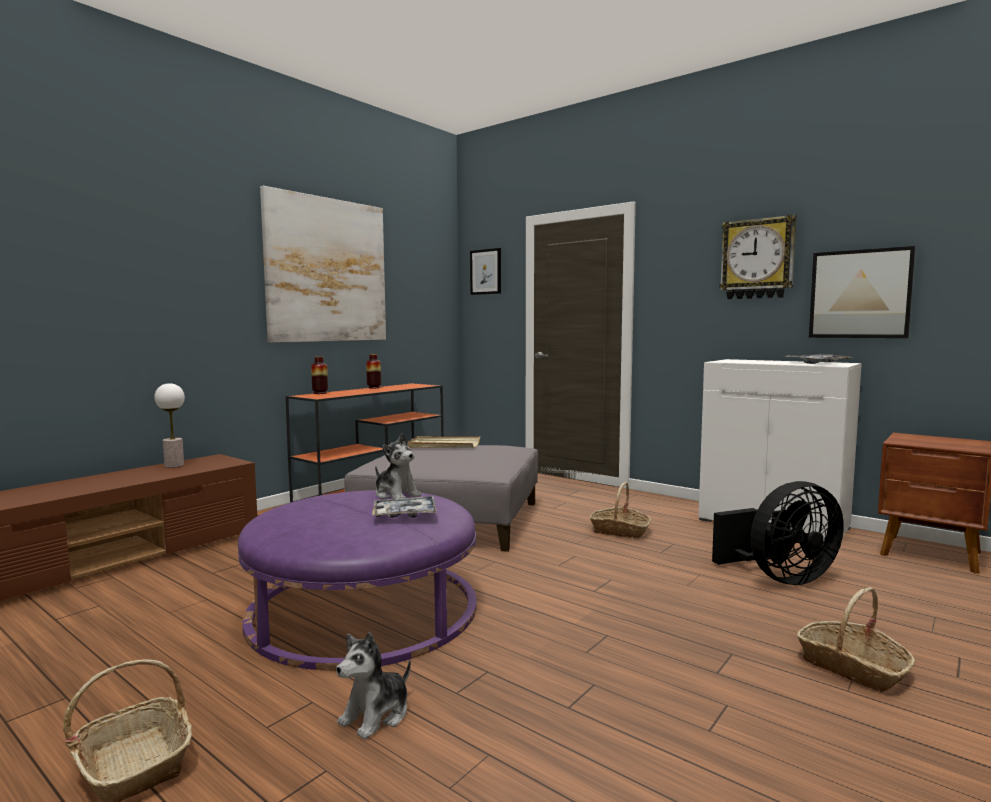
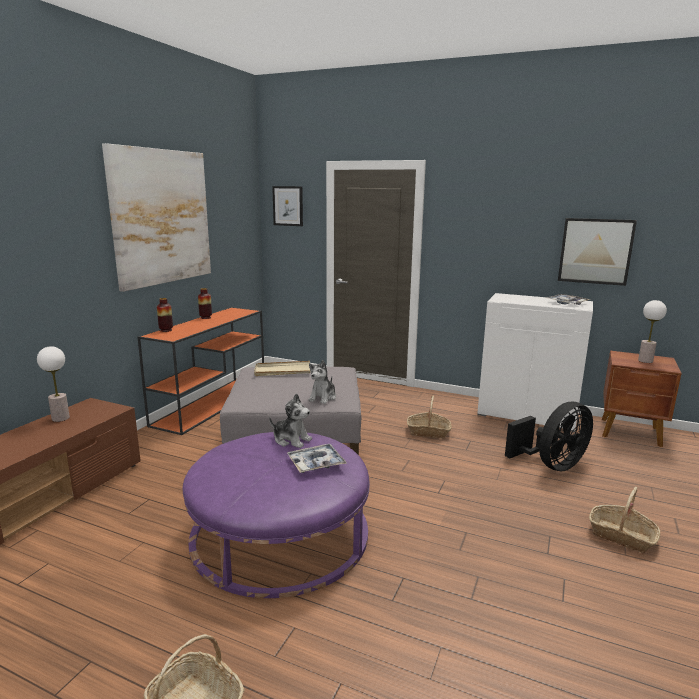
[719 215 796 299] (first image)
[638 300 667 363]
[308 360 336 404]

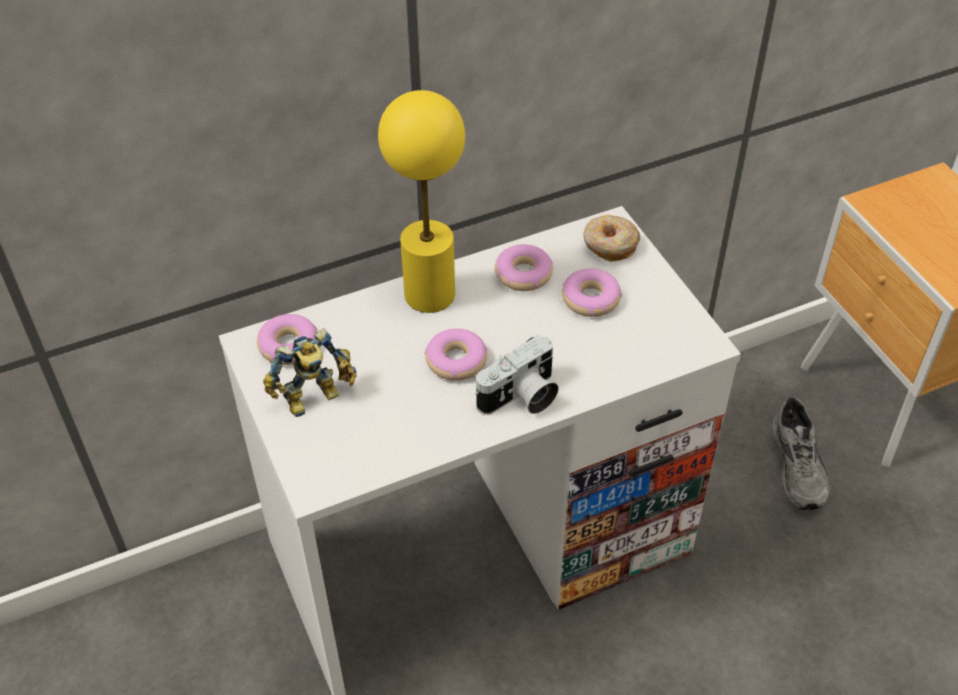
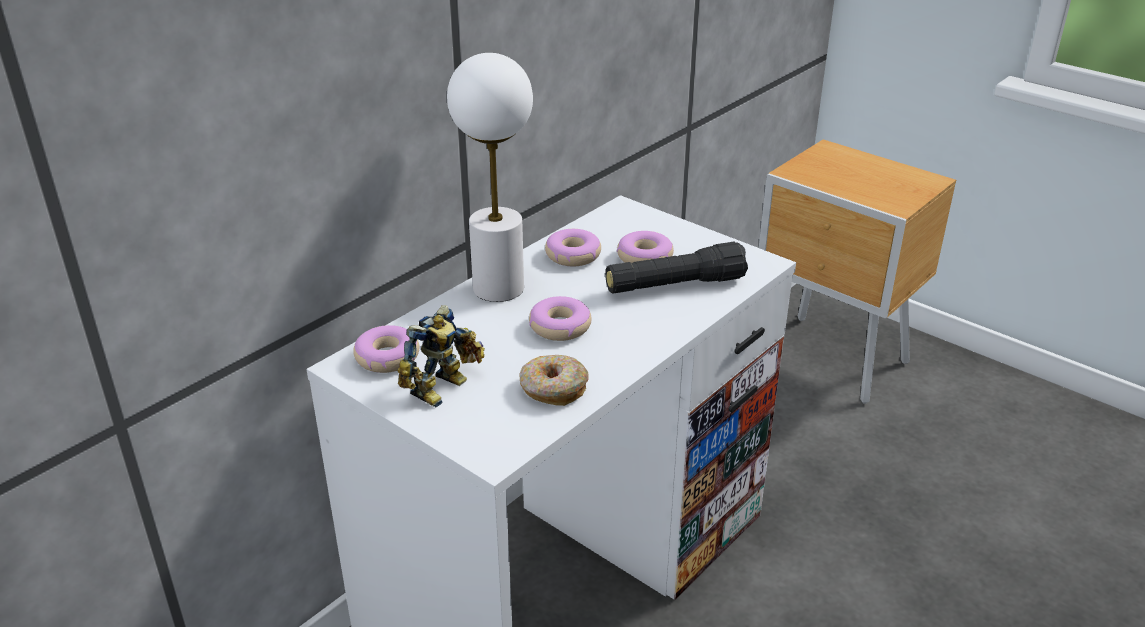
[475 335 559 415] (first image)
[771 397 830 510] (first image)
[605 242 748 294]
[520 355 588 406]
[447 53 533 302]

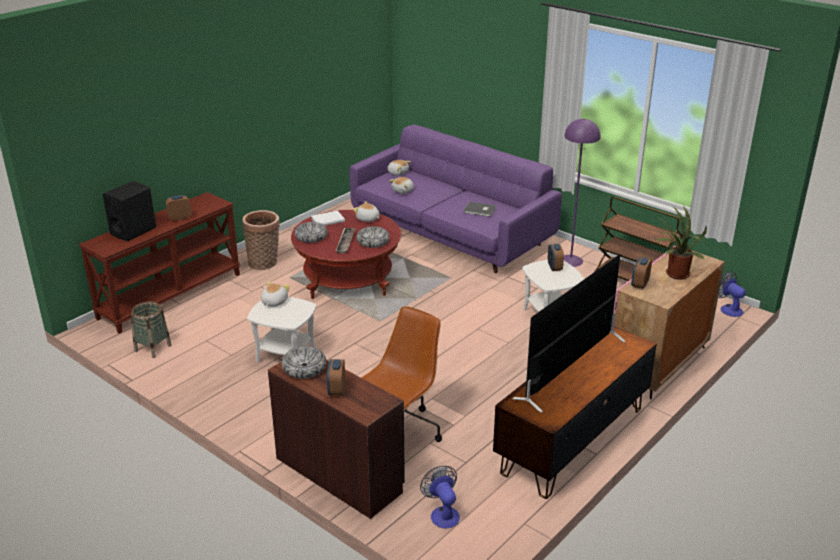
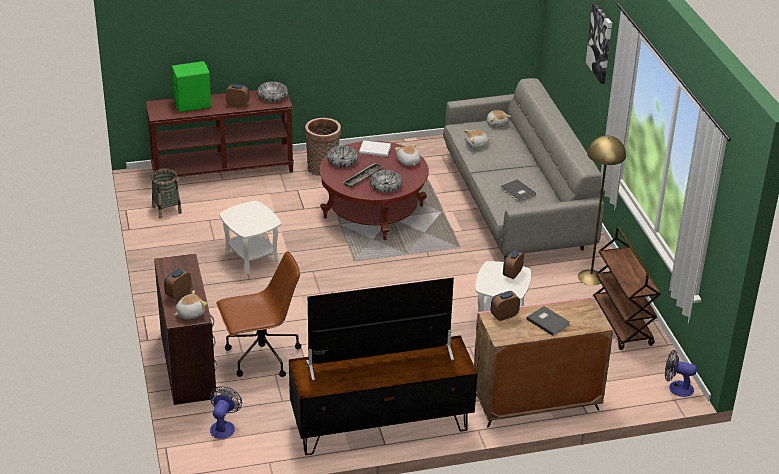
[586 3 612 84]
[174 290 207 319]
[257 82 288 102]
[526 306 570 336]
[172 61 211 112]
[443 78 604 260]
[578 135 626 286]
[665 350 697 397]

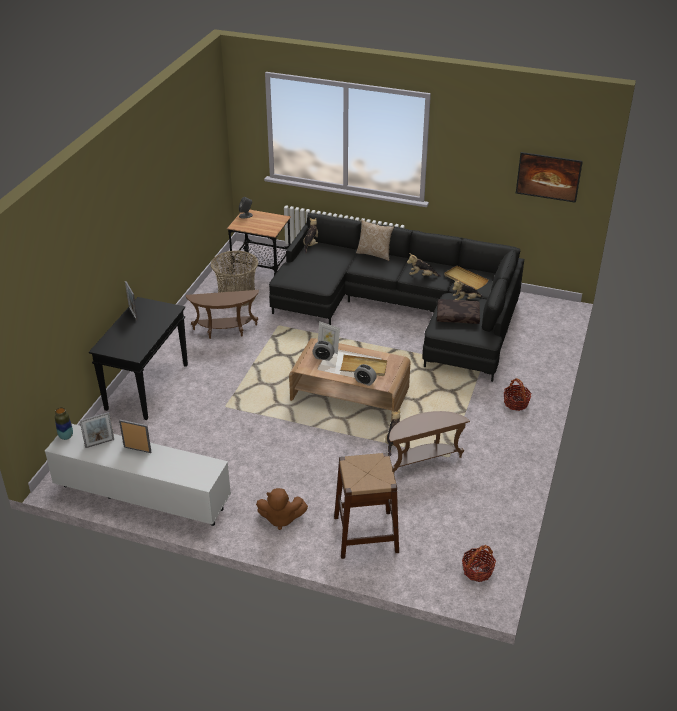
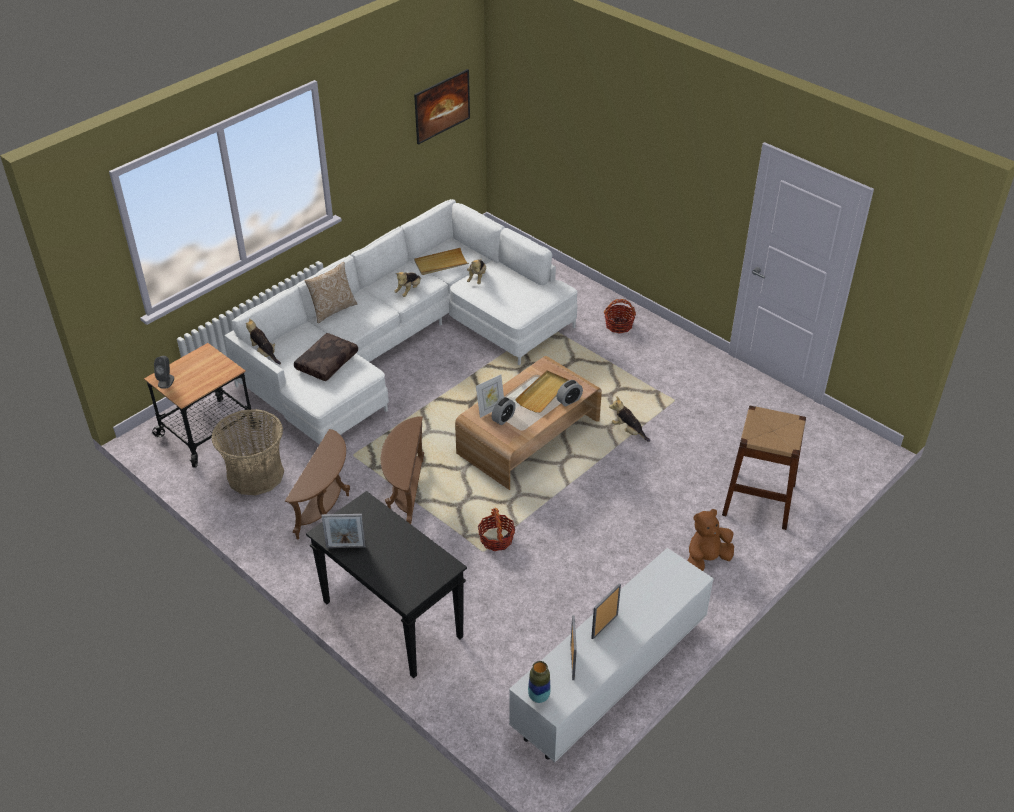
[381 416 424 524]
[294 333 358 381]
[478 508 515 551]
[224 199 578 445]
[687 509 734 571]

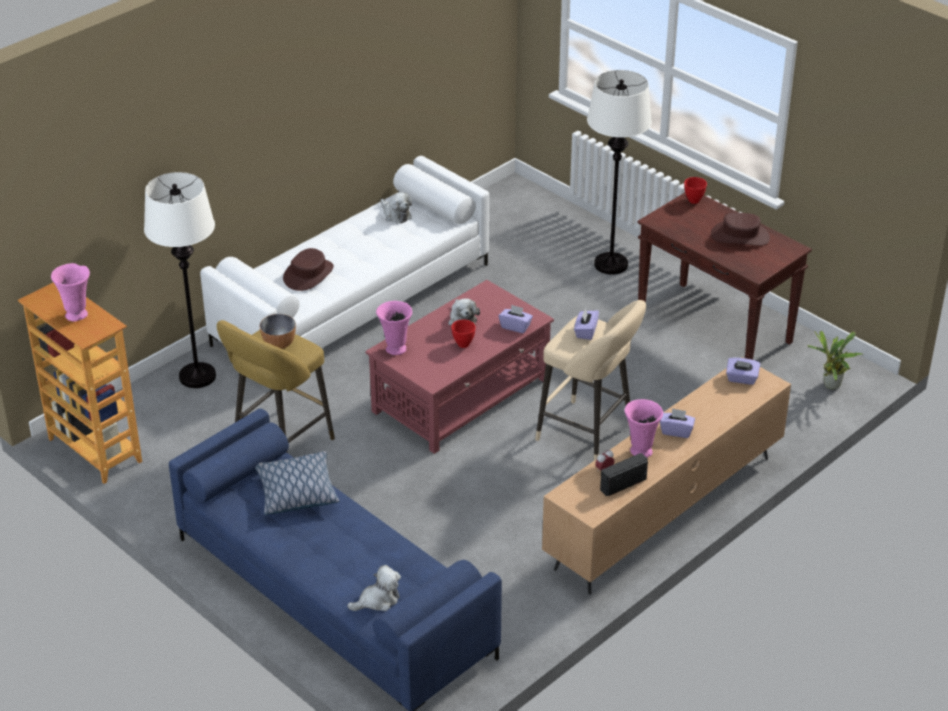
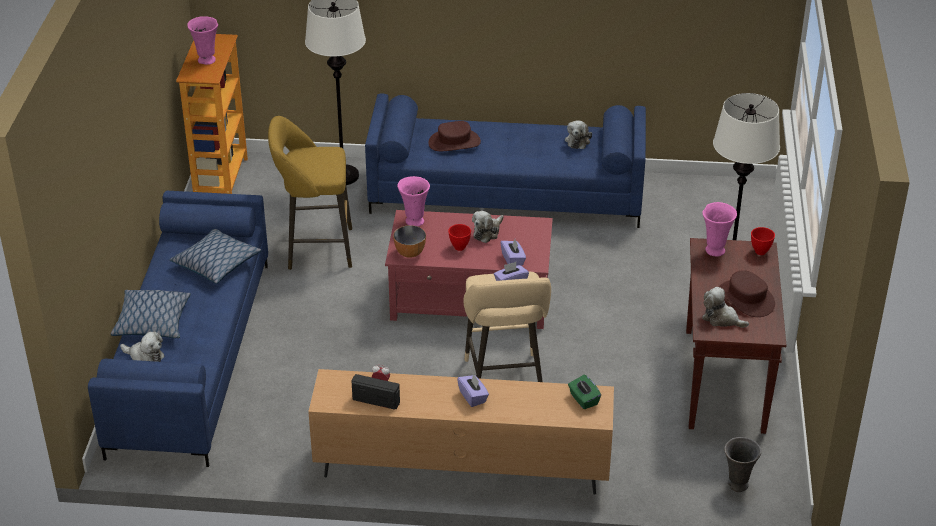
[111 290 191 338]
[702 287 749 328]
[393 225 426 258]
[702 202 737 257]
[724 437 761 492]
[365 94 646 228]
[568 375 601 409]

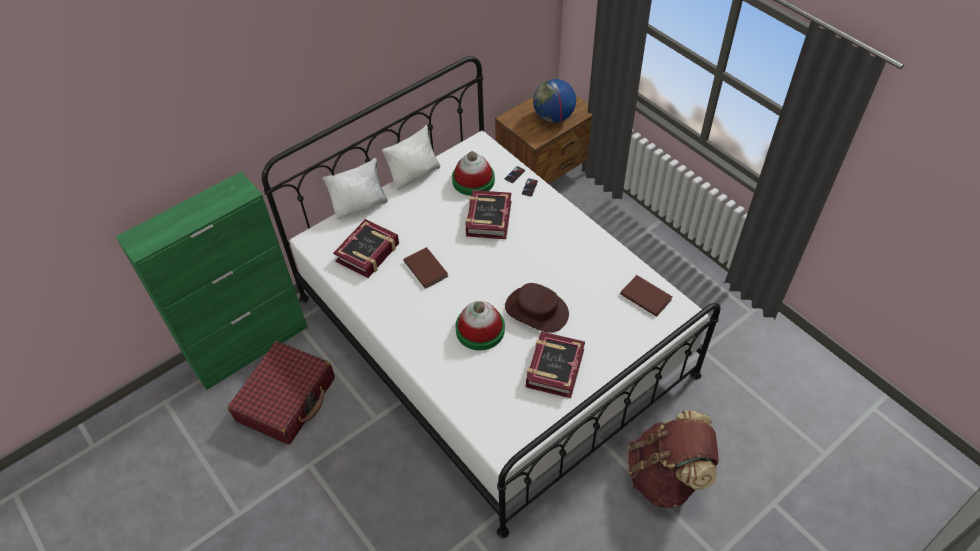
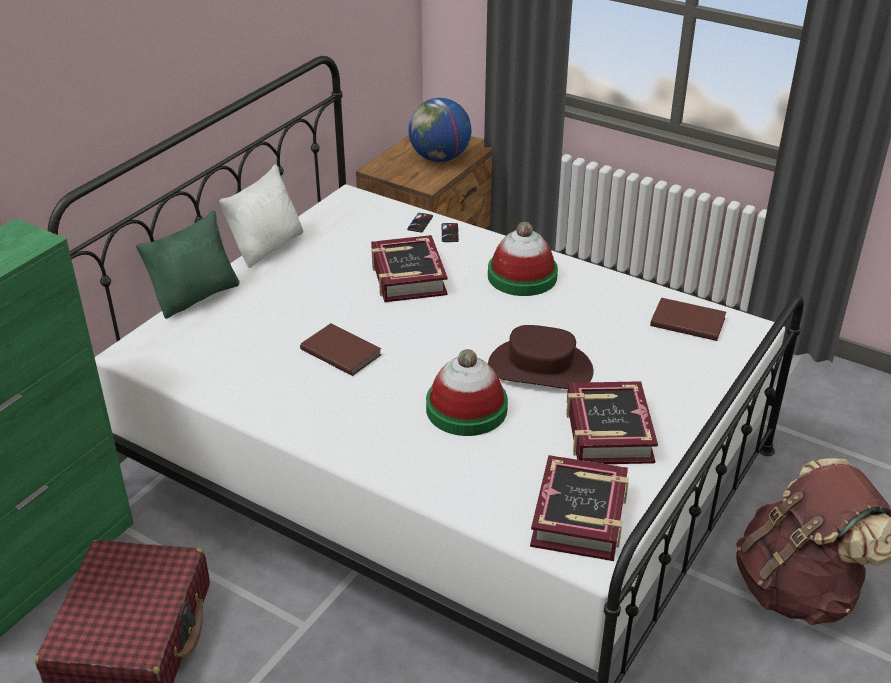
[530 455 629 561]
[488 222 558 296]
[136 211 240 319]

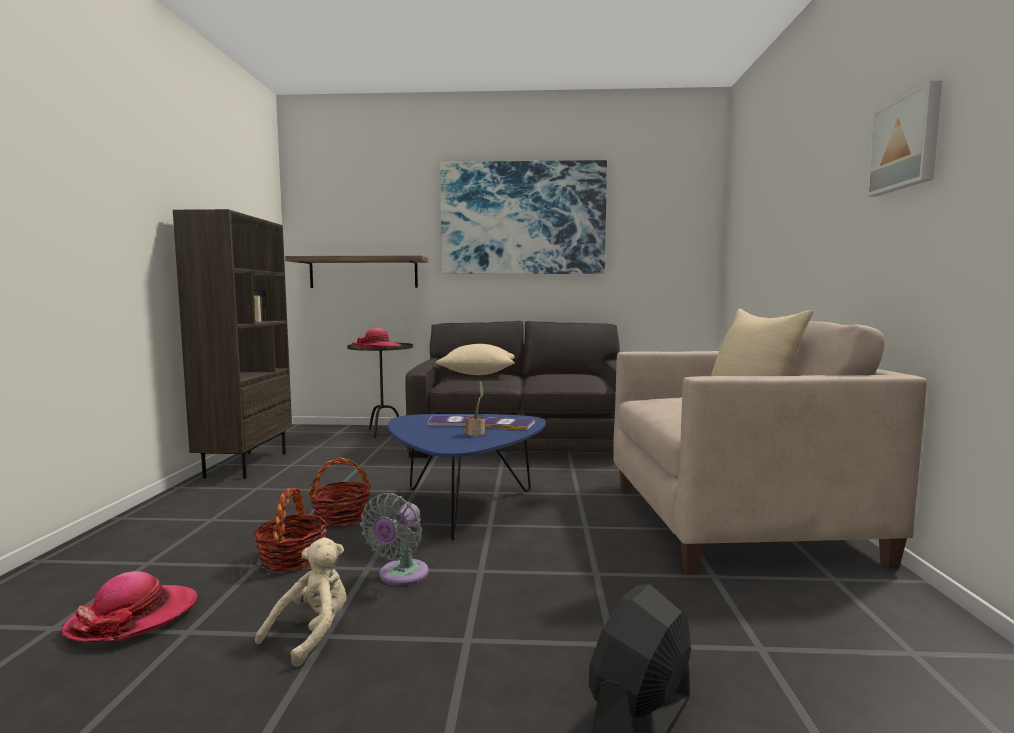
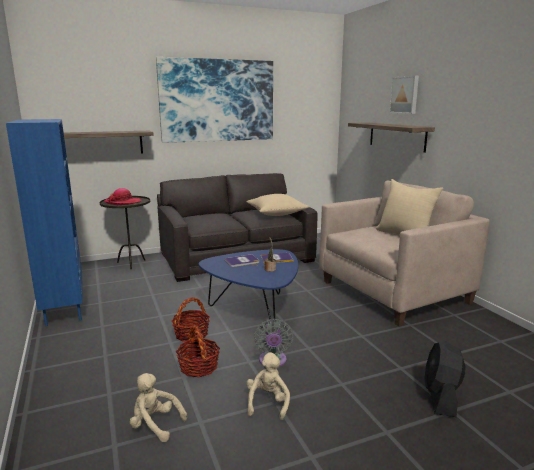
[348 122 435 153]
[246 194 310 216]
[389 76 419 114]
[130 373 187 442]
[6 119 83 326]

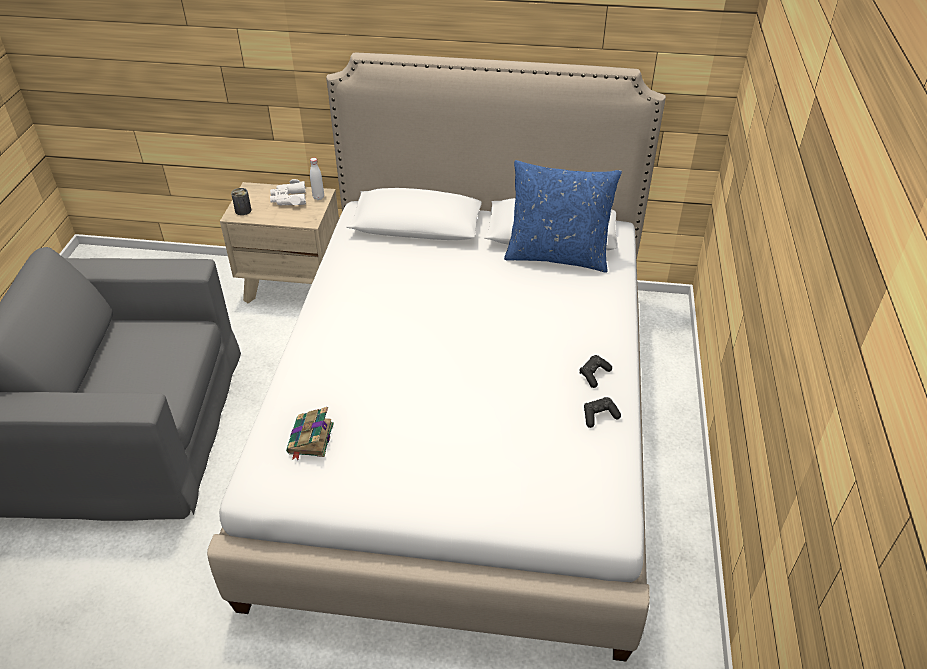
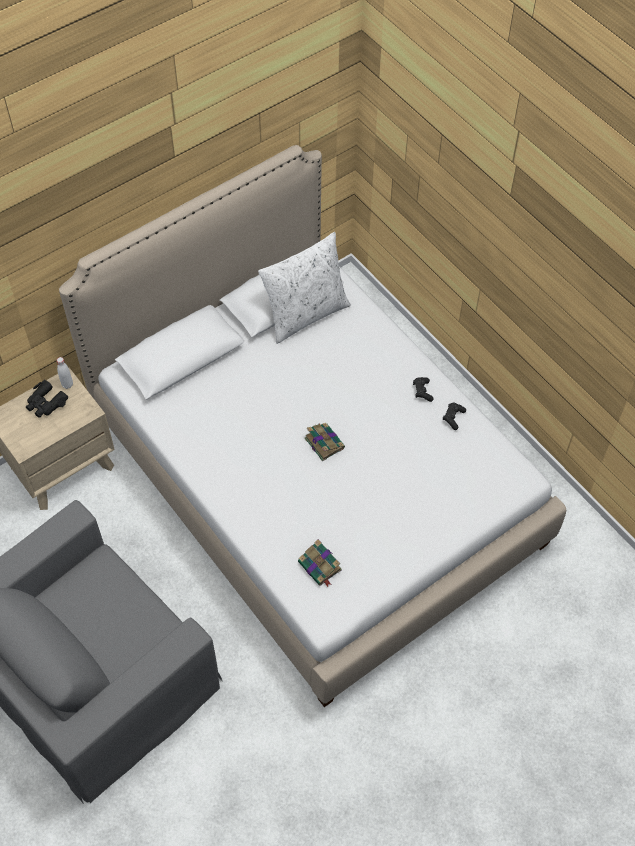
[231 188 252 215] (first image)
[304 423 345 461]
[26 380 68 417]
[258 232 351 344]

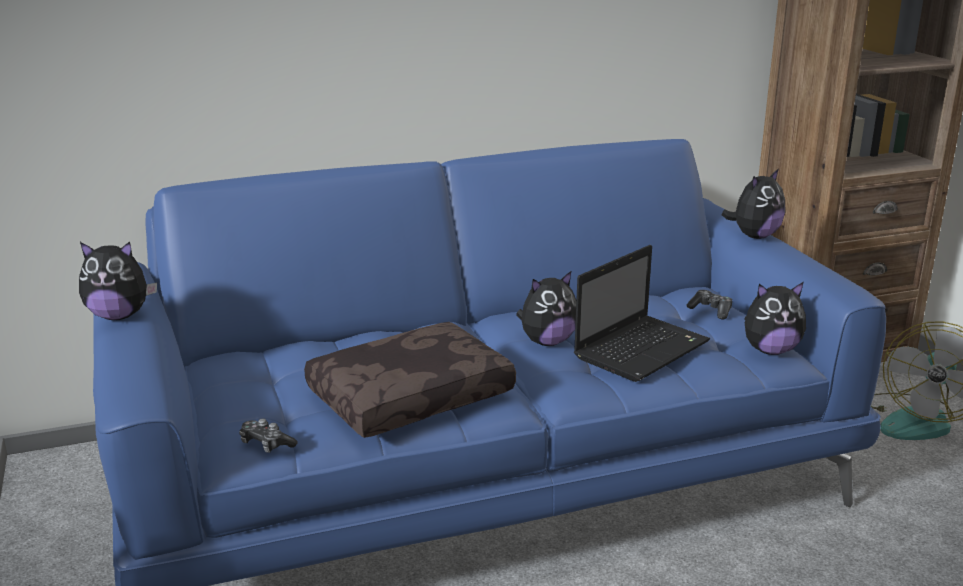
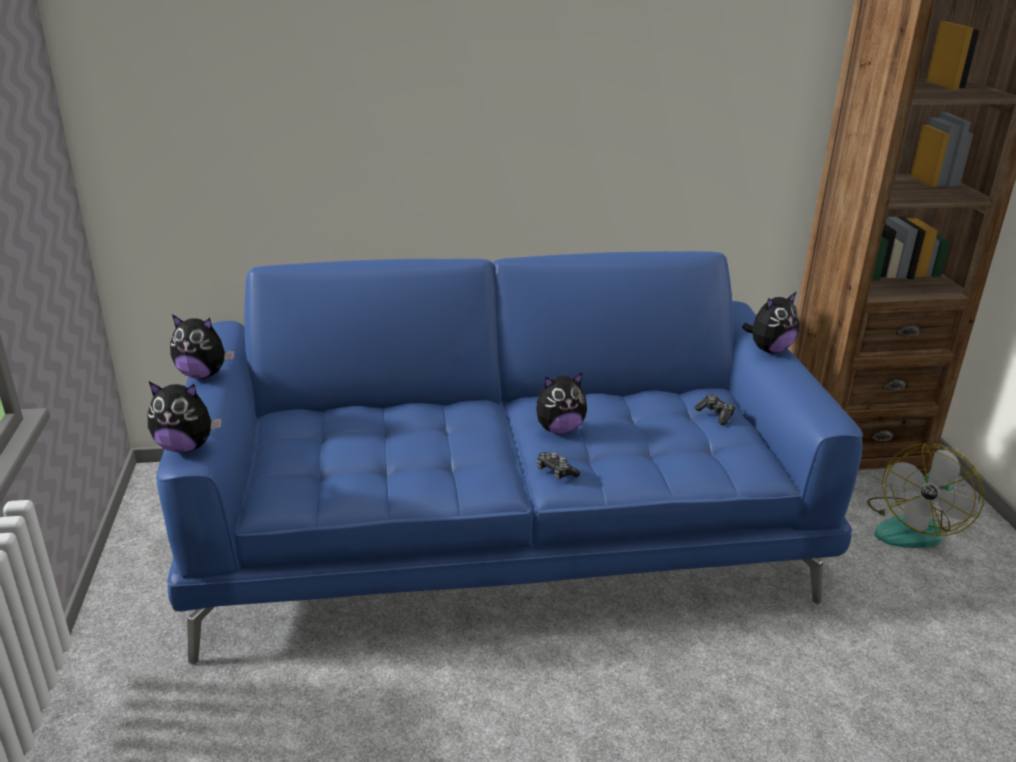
[304 322 516 438] (first image)
[574 245 710 382] (first image)
[537 452 580 480]
[148 382 222 453]

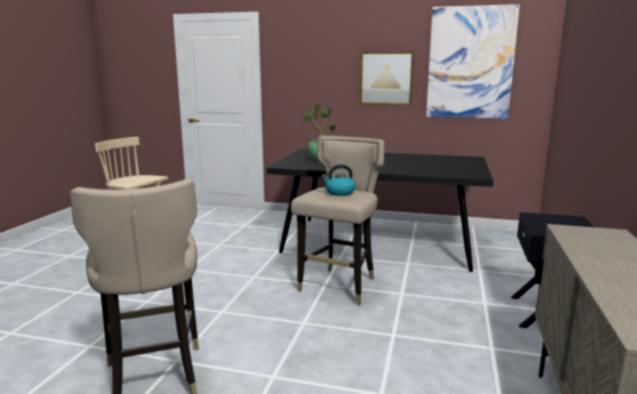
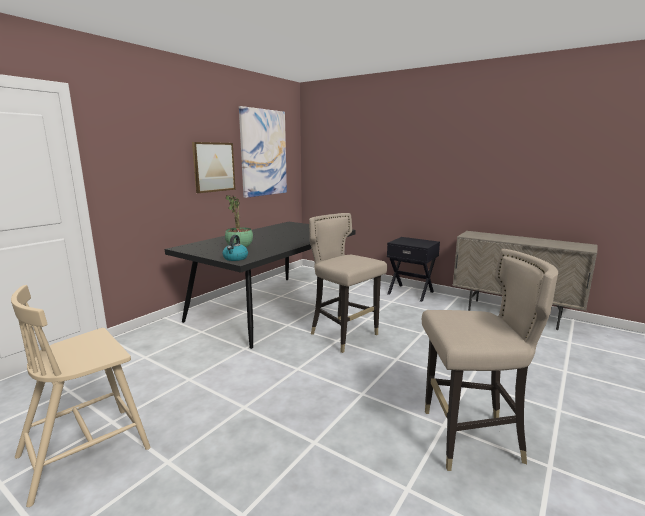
[223 235 248 261]

